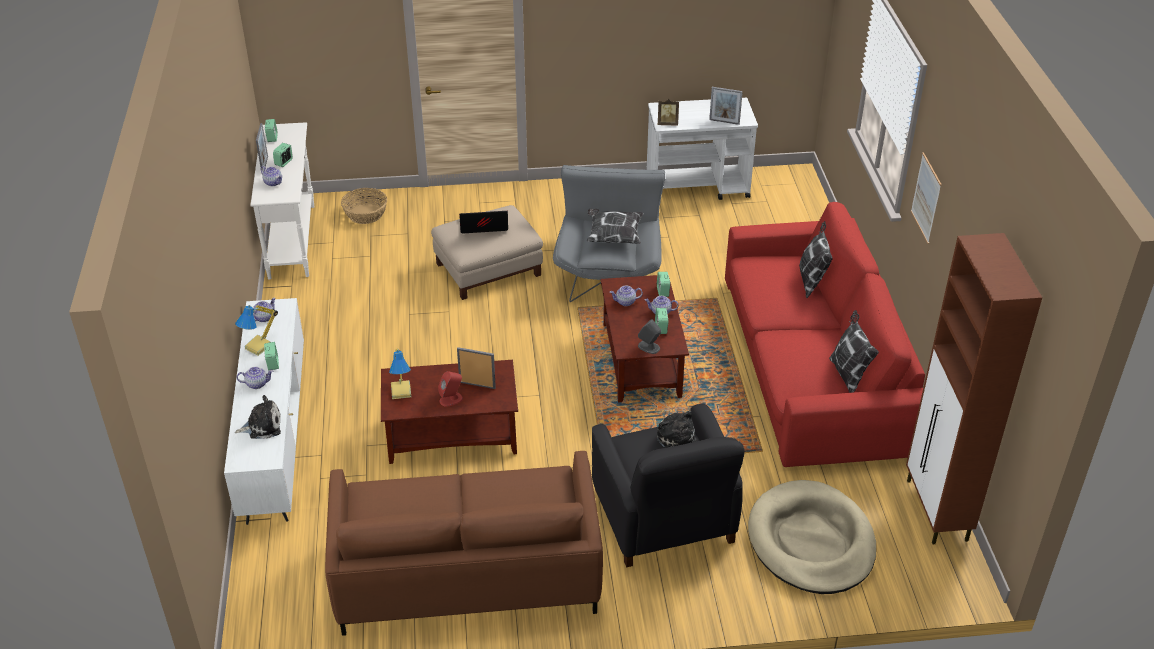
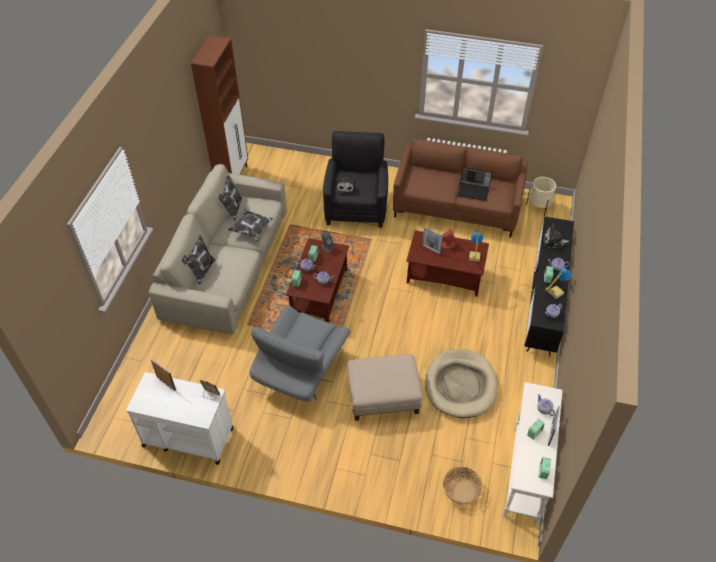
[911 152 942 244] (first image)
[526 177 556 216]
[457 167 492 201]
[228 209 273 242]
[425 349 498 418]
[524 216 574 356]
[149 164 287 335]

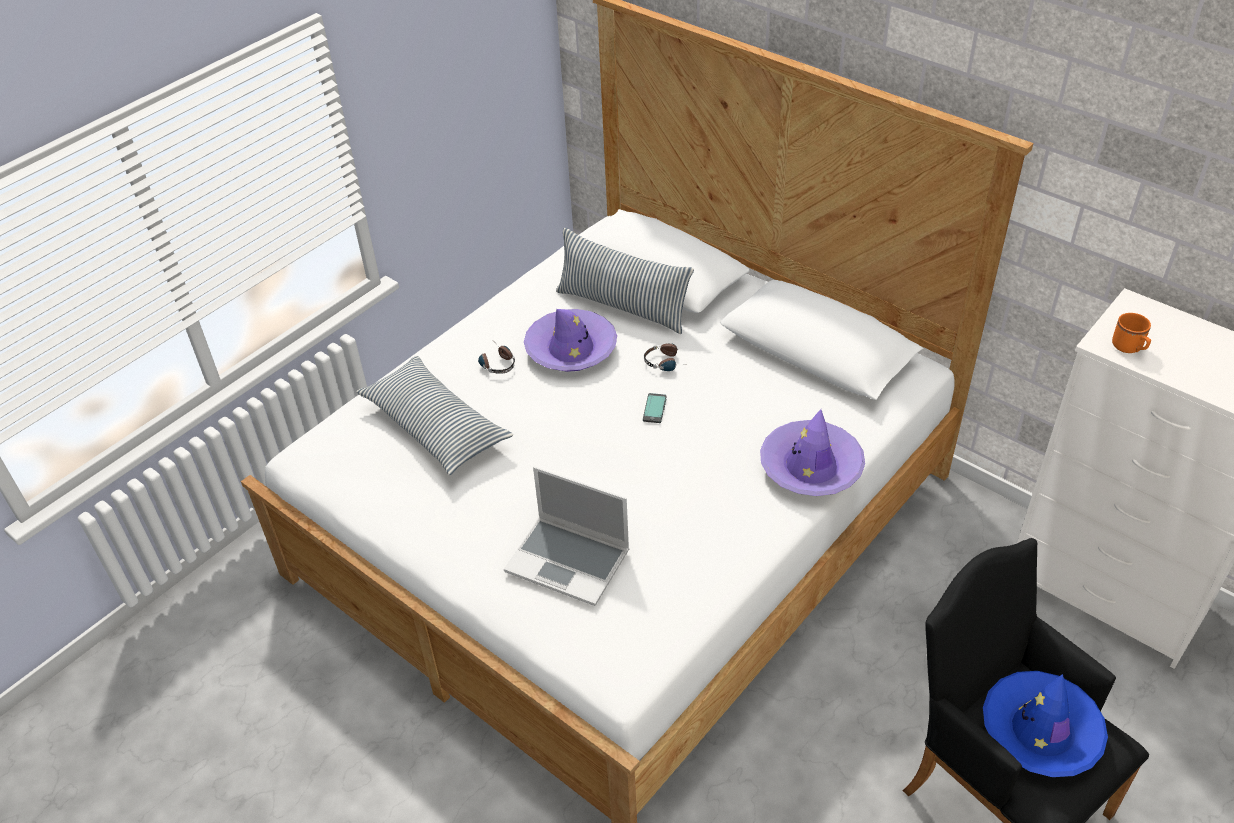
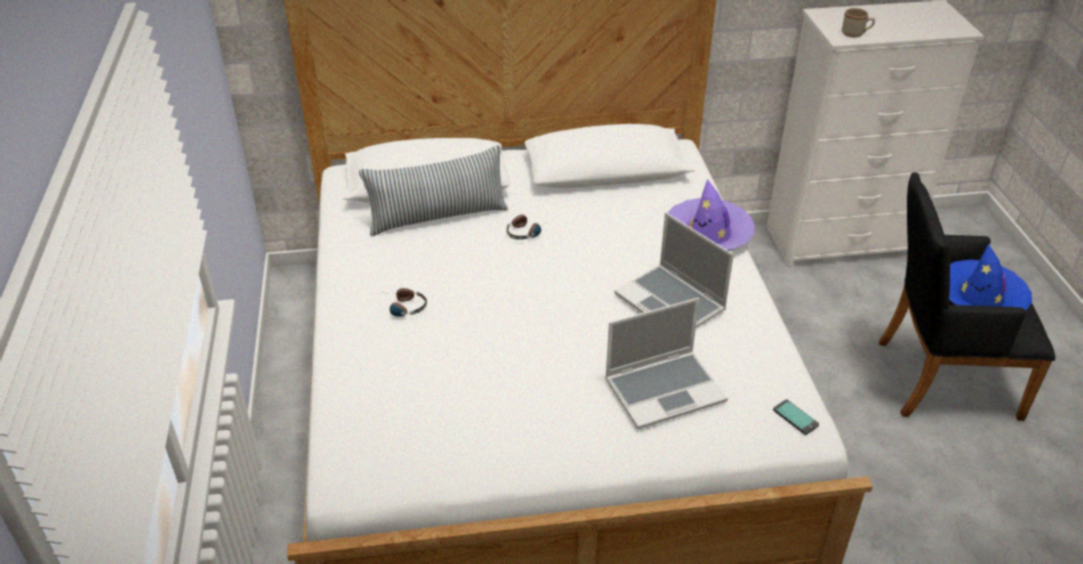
[356 356 513 475] (first image)
[524 309 617 372] (first image)
[614 213 734 328]
[773 399 819 435]
[842 8 875 37]

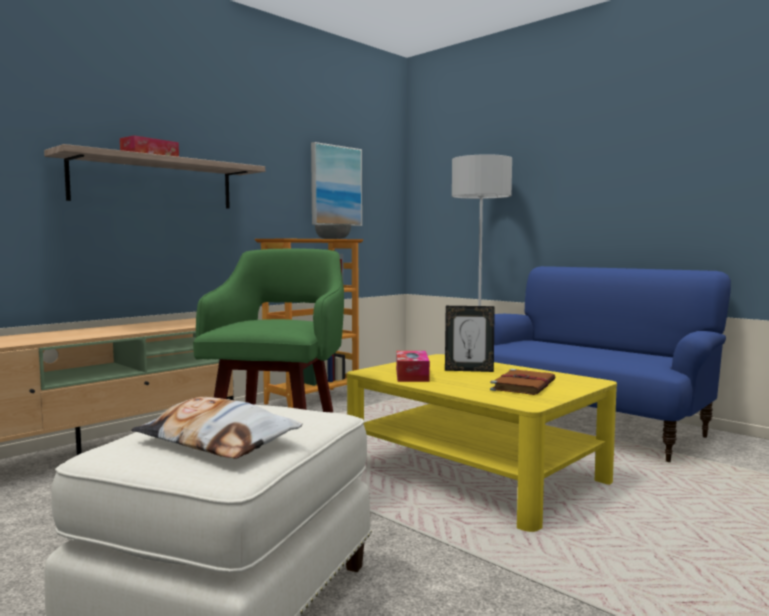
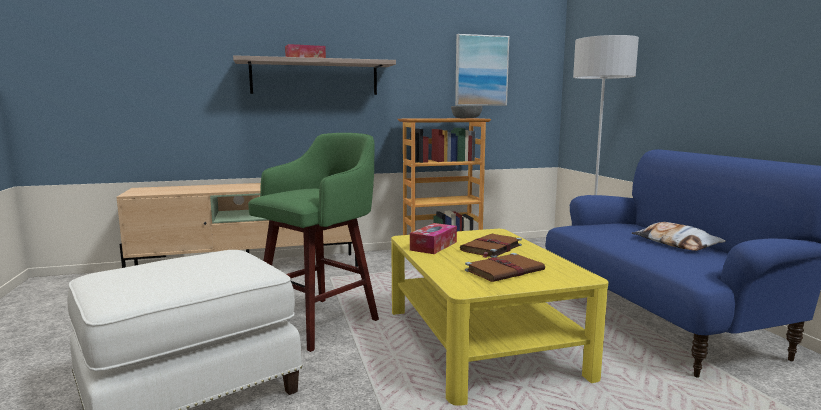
[631 222 726 251]
[460 234 522 258]

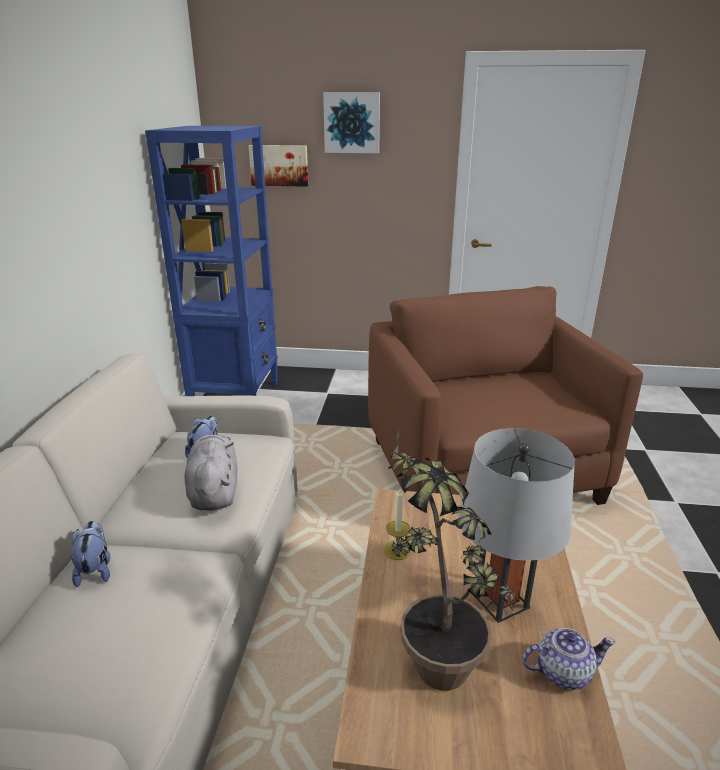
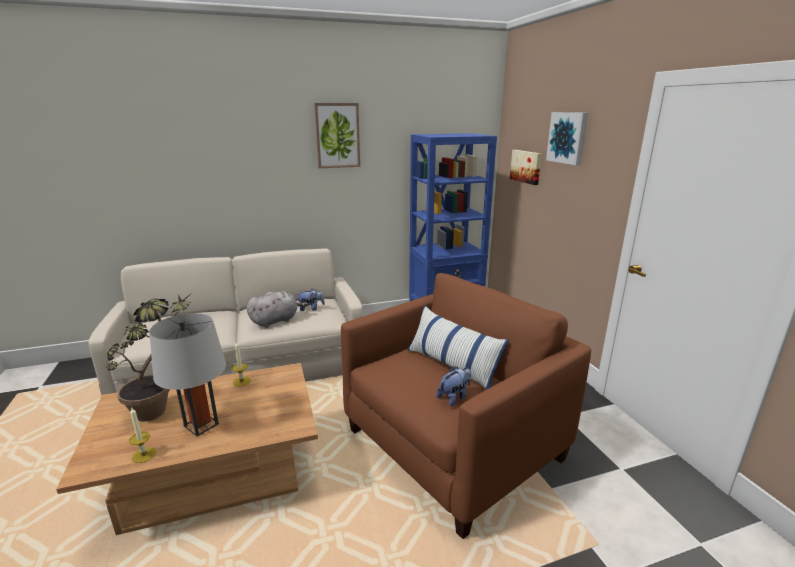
[314 103 360 168]
[407 306 509 390]
[437 366 471 406]
[129 408 156 463]

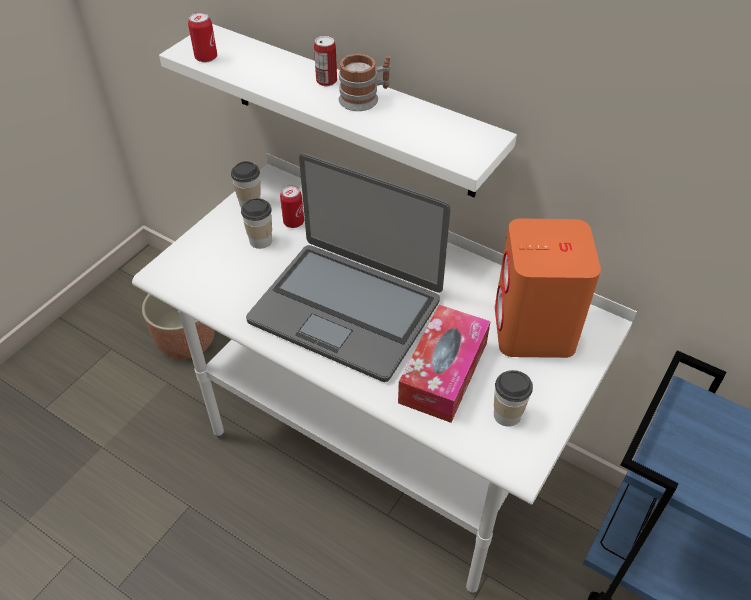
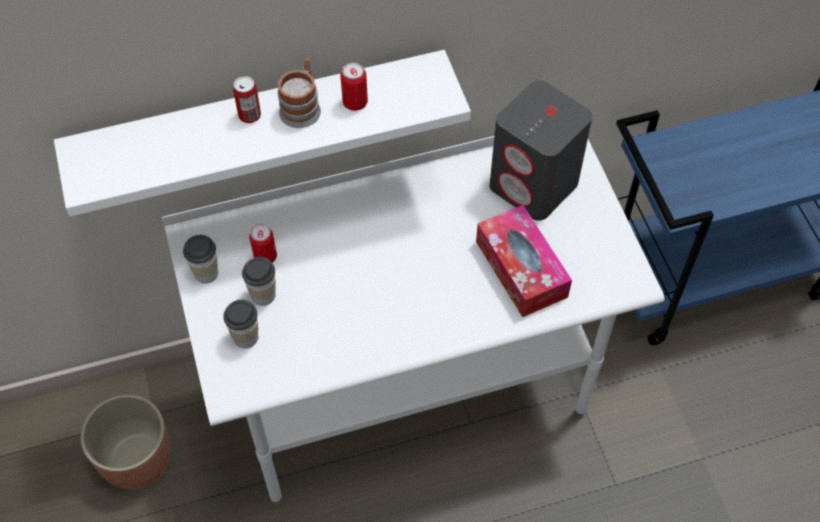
[246 153 451 382] (first image)
[340 62 368 111]
[223 299 258 349]
[490 80 592 221]

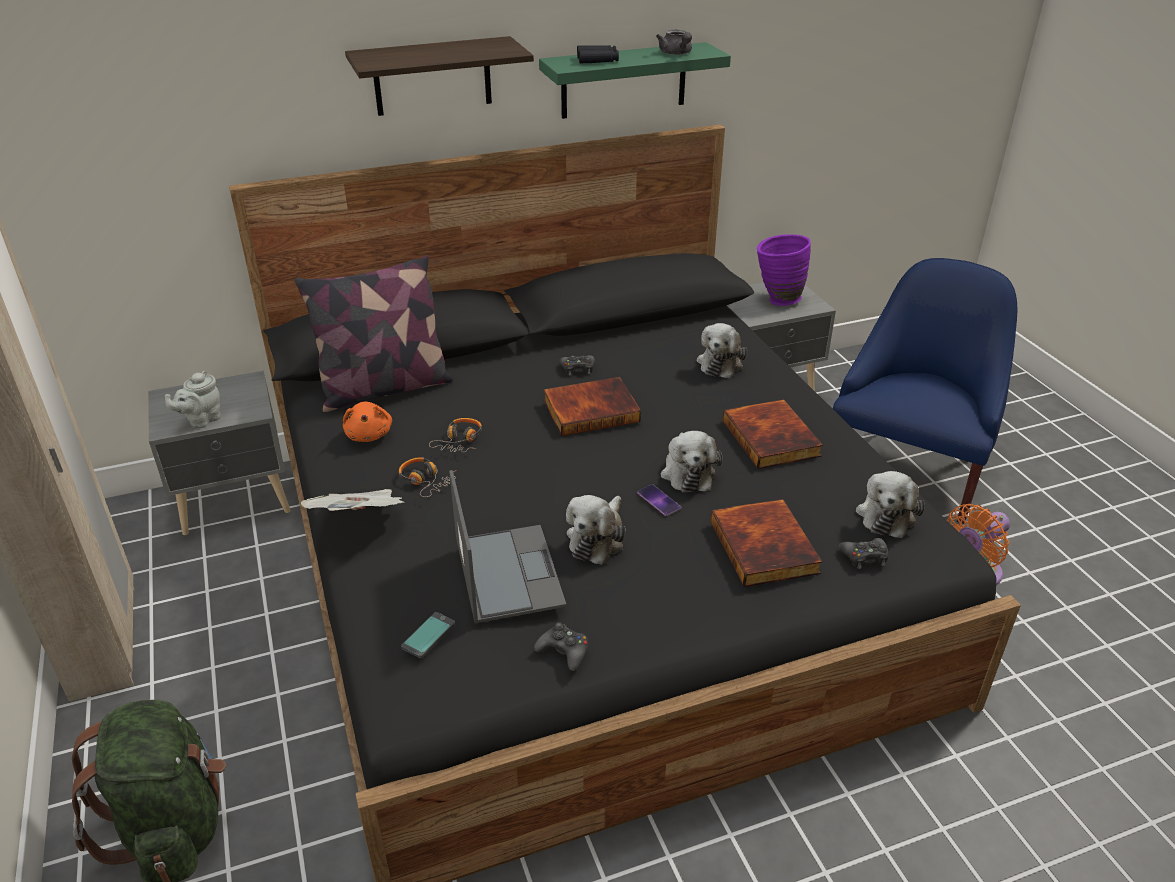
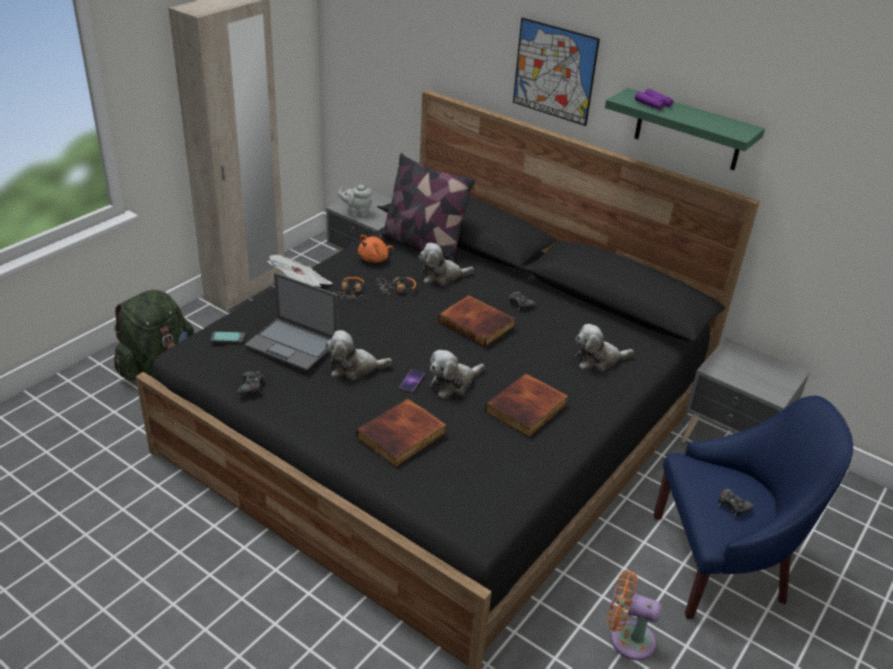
[656 30 692 55] (first image)
[757 234 811 306] (first image)
[718 488 754 516]
[419 243 474 286]
[513 17 600 126]
[635 89 674 110]
[245 272 338 371]

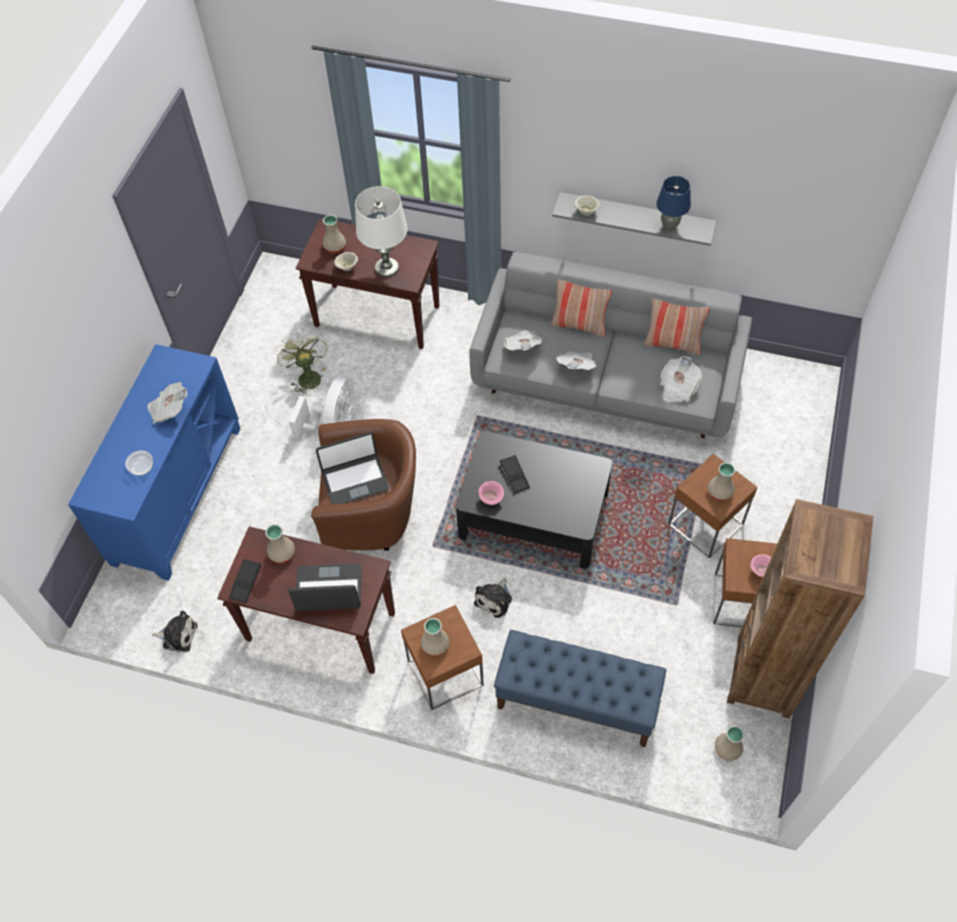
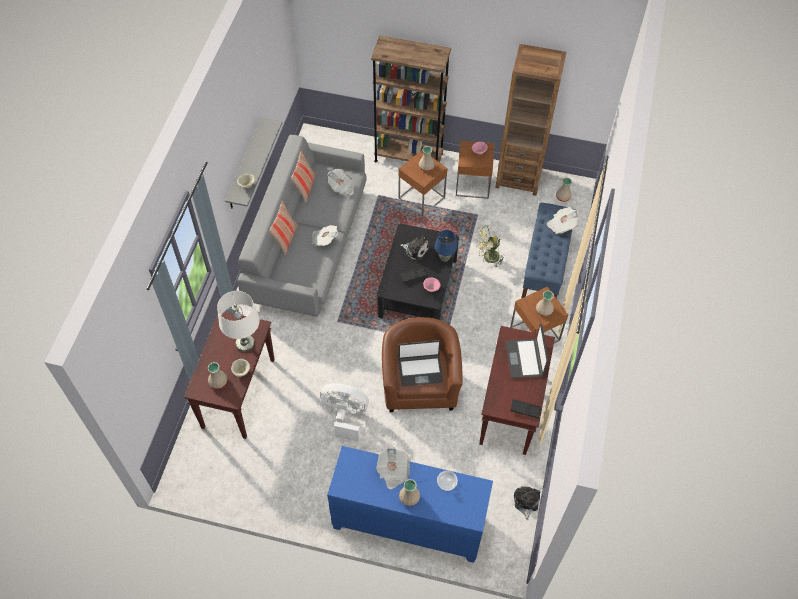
[371 36 451 162]
[399 479 420 506]
[475 225 505 267]
[400 235 429 261]
[547 207 579 235]
[435 230 457 262]
[398 340 443 386]

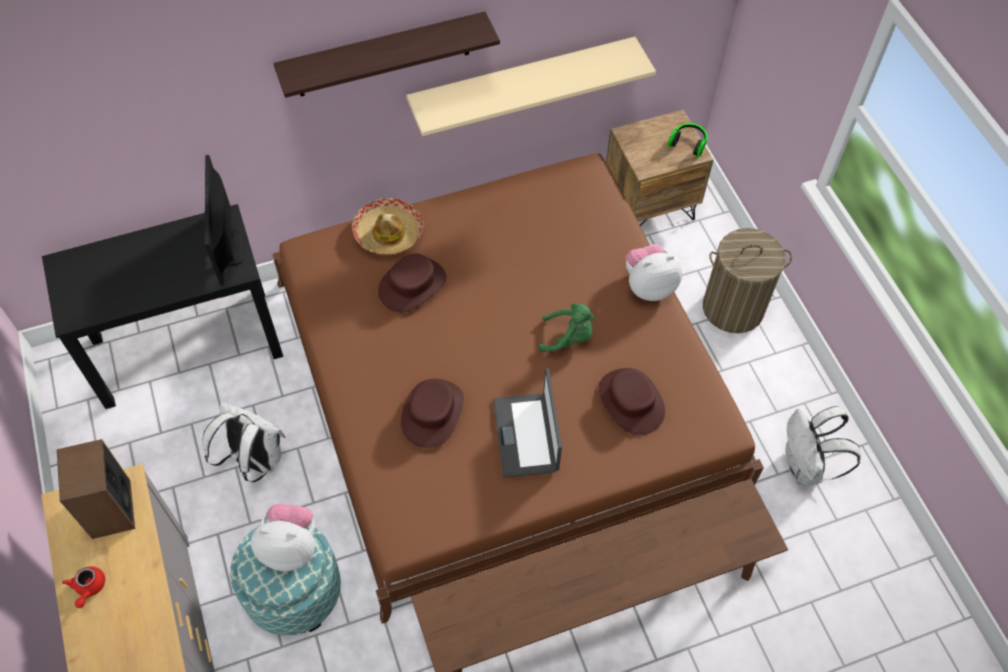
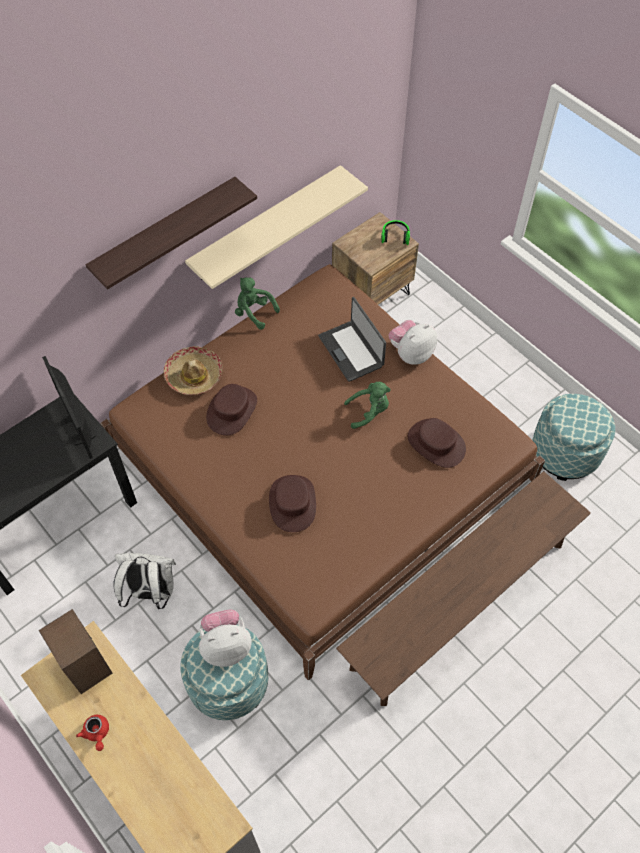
[703 228 792 333] (first image)
[235 277 280 330]
[318 297 386 382]
[533 394 615 481]

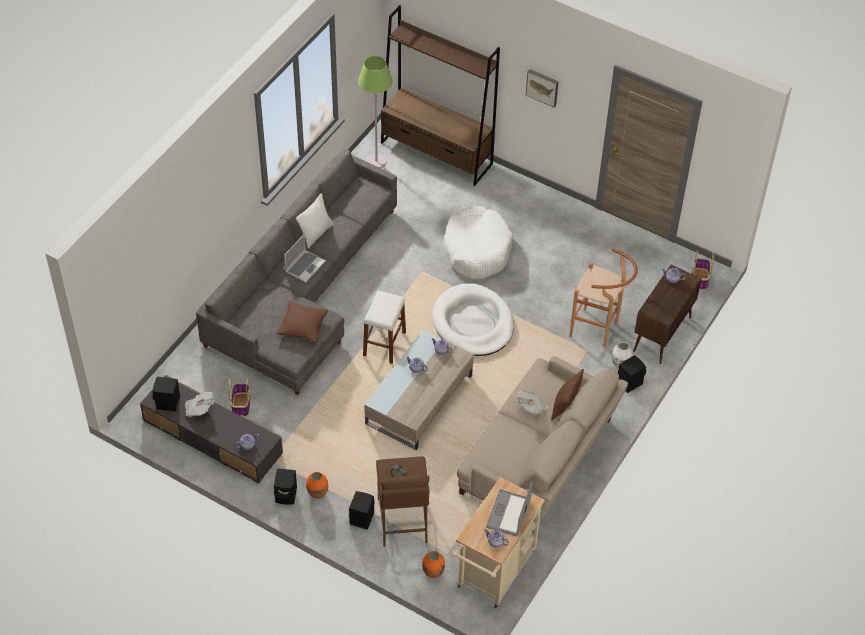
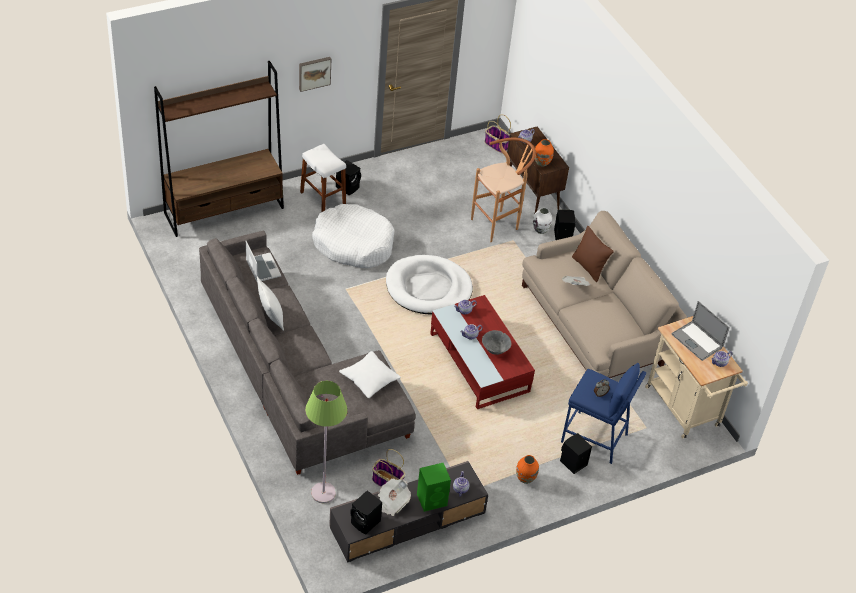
[417 463 451 512]
[482 330 511 355]
[336 160 361 195]
[246 241 281 282]
[305 381 348 503]
[300 144 346 212]
[535 139 554 167]
[339 351 401 398]
[430 295 535 409]
[561 363 646 464]

